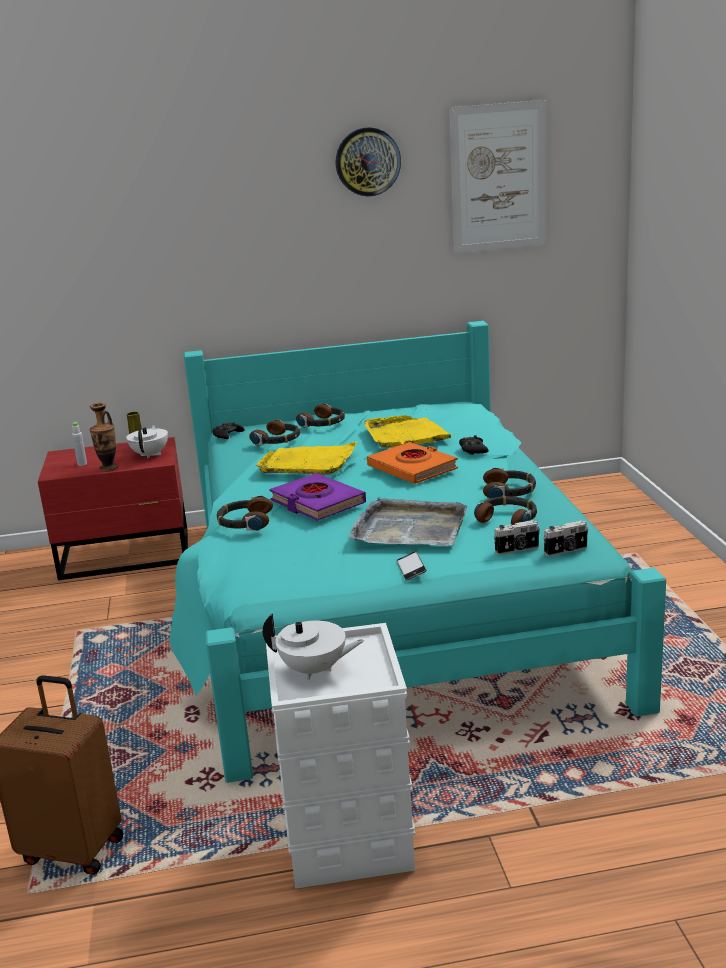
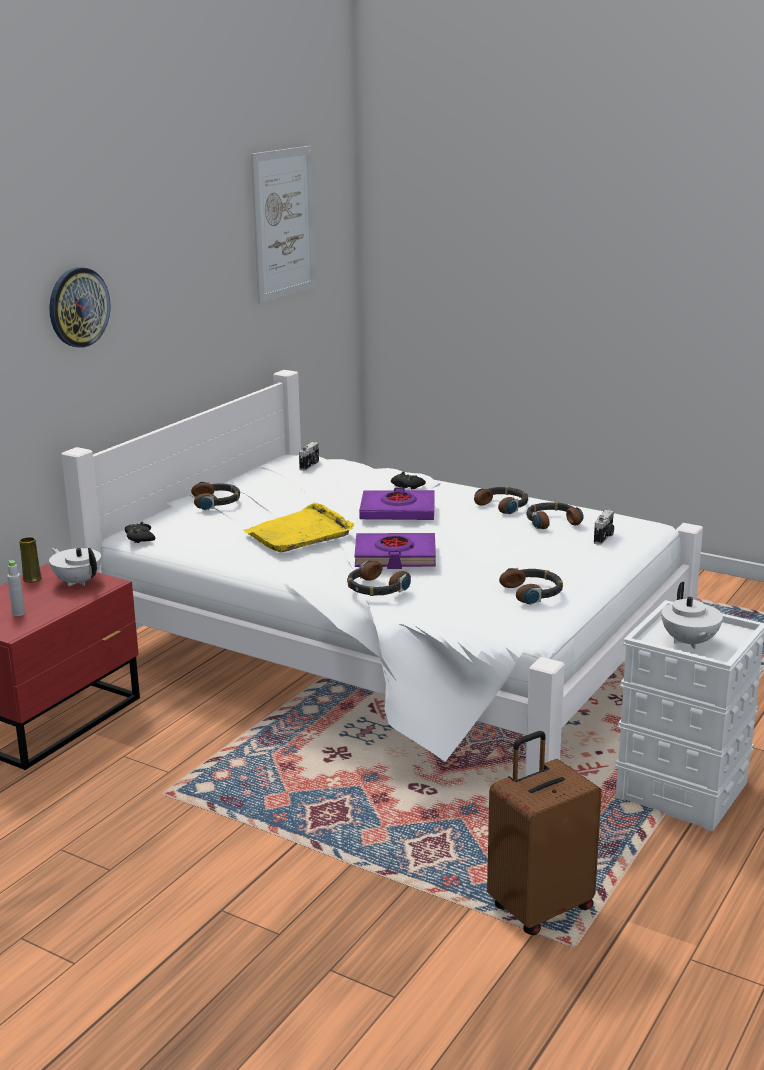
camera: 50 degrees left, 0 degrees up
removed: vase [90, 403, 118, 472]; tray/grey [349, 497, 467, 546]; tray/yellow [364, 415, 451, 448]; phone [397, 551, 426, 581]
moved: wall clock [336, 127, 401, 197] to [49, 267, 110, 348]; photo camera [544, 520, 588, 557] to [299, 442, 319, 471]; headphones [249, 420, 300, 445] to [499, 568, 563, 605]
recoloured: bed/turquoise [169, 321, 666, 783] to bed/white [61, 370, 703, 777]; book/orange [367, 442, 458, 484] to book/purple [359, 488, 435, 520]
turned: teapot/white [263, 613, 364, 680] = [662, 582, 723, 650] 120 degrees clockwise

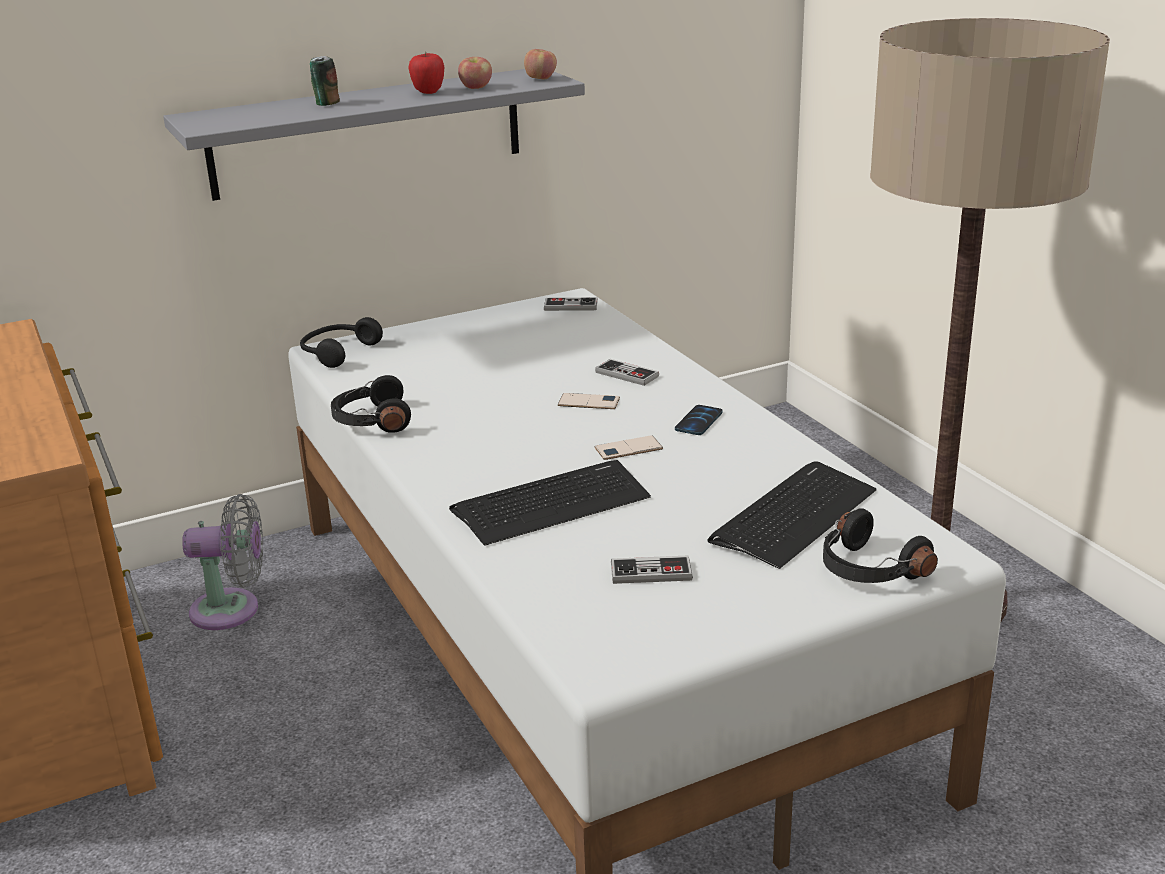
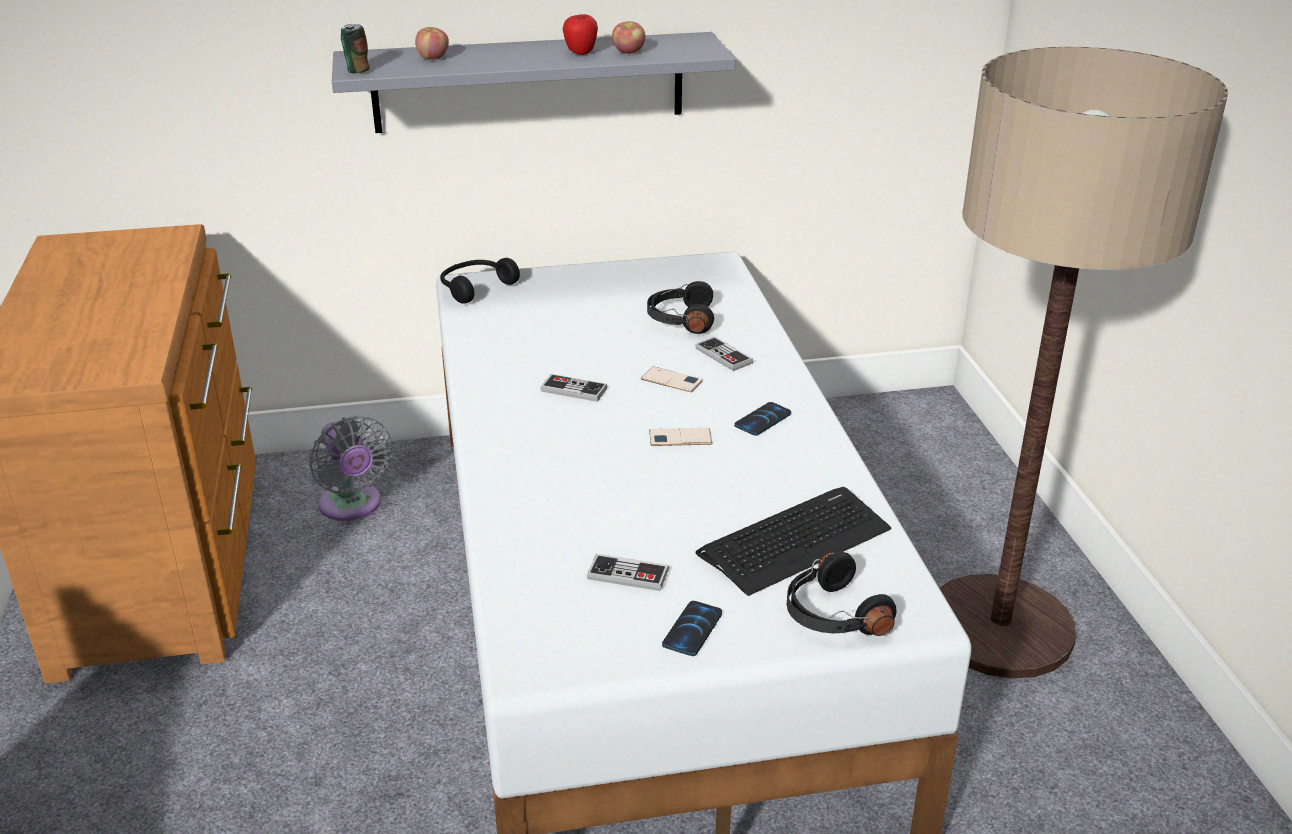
camera: 15 degrees right, 5 degrees up
removed: keyboard [449, 460, 651, 546]
added: phone [662, 601, 722, 656]
moved: can [310, 56, 340, 106] to [341, 24, 370, 74]; apple [524, 49, 557, 79] to [415, 27, 449, 59]; game controller [544, 297, 598, 311] to [540, 374, 607, 402]; headphones/black [331, 375, 411, 433] to [647, 281, 714, 334]
turned: fan/grey [182, 494, 263, 630] = [309, 415, 393, 521] 45 degrees clockwise

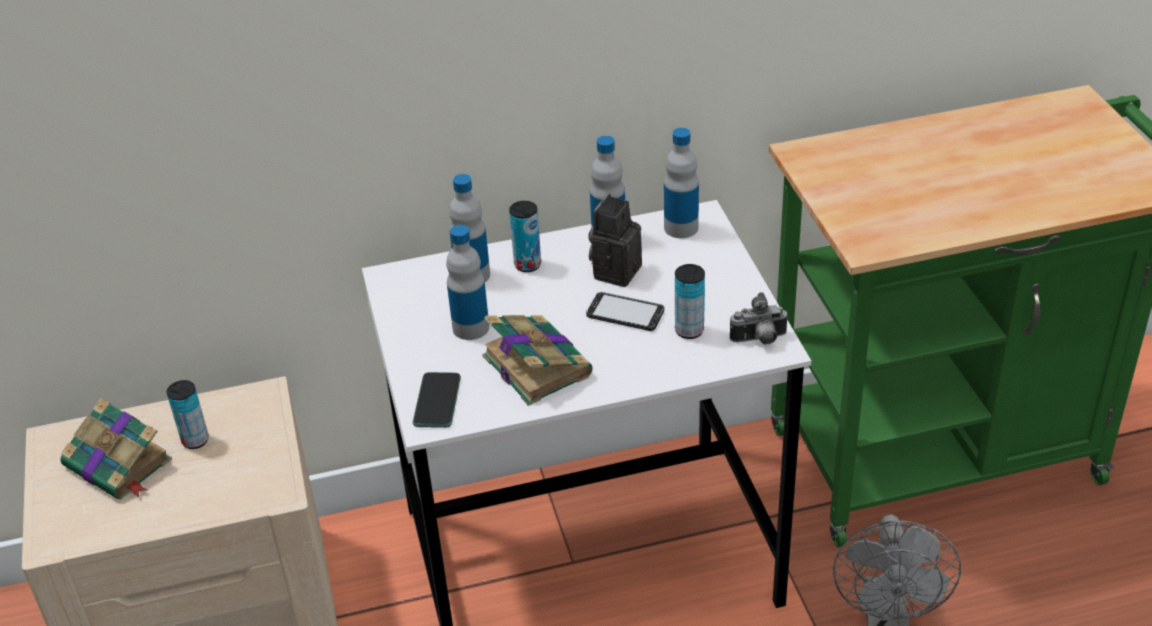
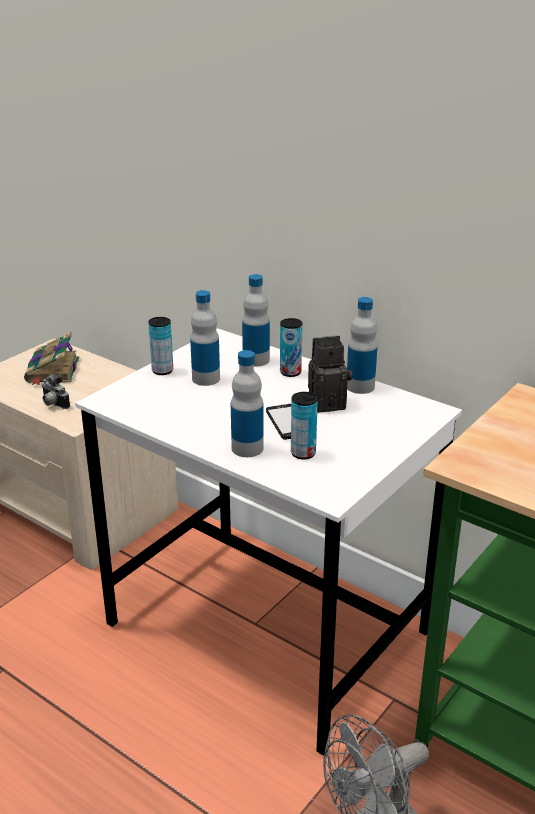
camera: 50 degrees right, 10 degrees down
removed: phone [413, 372, 461, 428]; book [482, 315, 593, 406]
moved: photo camera [730, 292, 789, 344] to [42, 374, 70, 409]; can [166, 380, 209, 449] to [148, 317, 173, 375]; bottle [664, 128, 699, 238] to [231, 350, 264, 457]

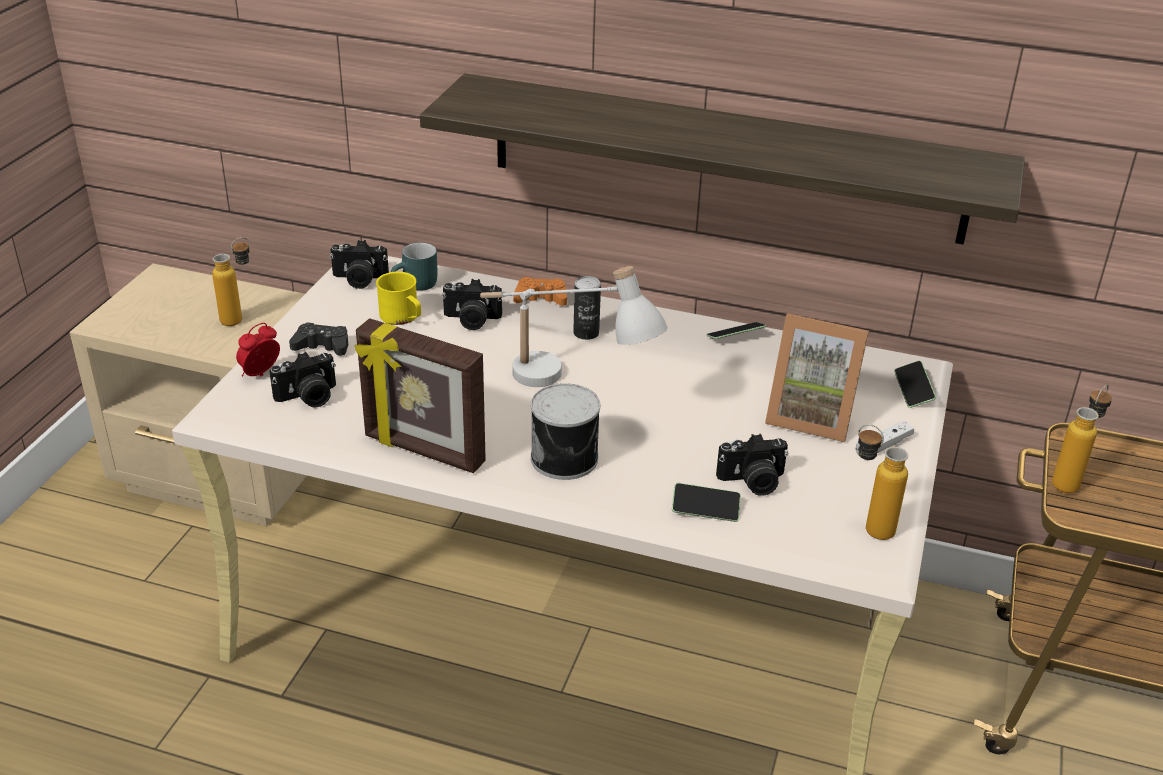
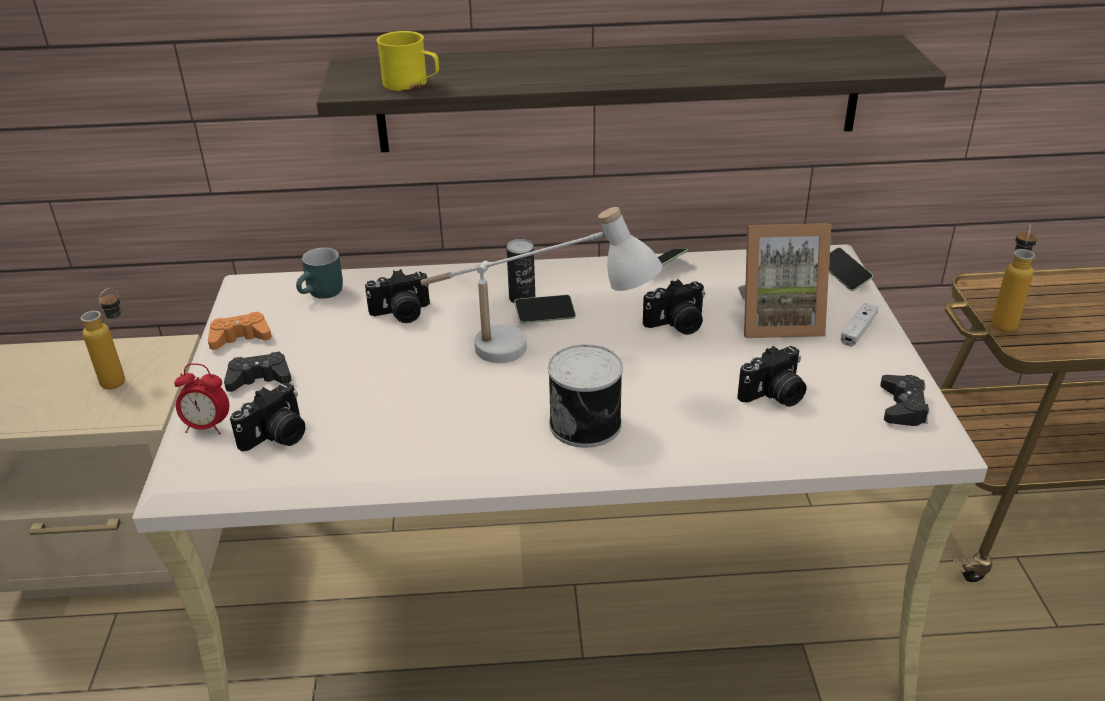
camera: 20 degrees left, 0 degrees up
removed: picture frame [355, 318, 486, 473]
moved: game controller/orange [513, 277, 567, 306] to [208, 311, 272, 350]; mug/yellow [376, 272, 421, 325] to [377, 31, 439, 91]; phone [672, 483, 741, 522] to [514, 295, 576, 323]; photo camera [330, 240, 389, 289] to [643, 279, 705, 335]
replaced: bottle [858, 424, 908, 540] to game controller/black [880, 375, 929, 426]
turned: alarm clock [236, 323, 280, 376] = [174, 363, 229, 435] 105 degrees counterclockwise

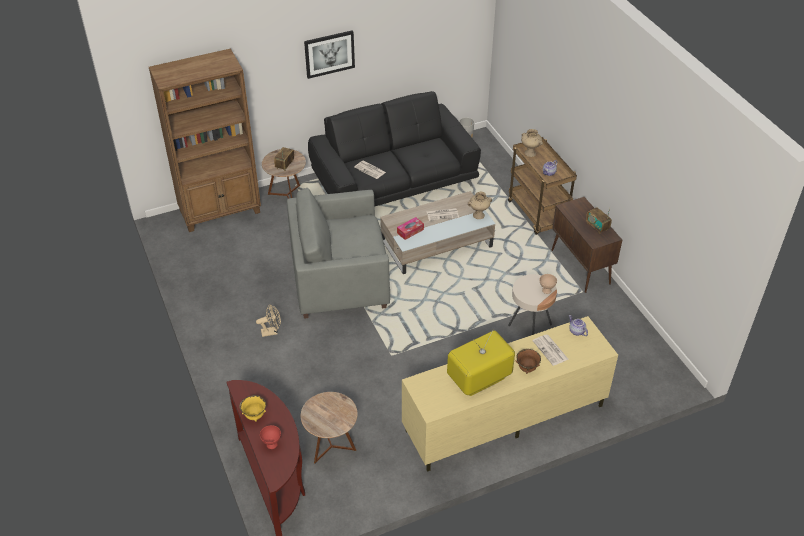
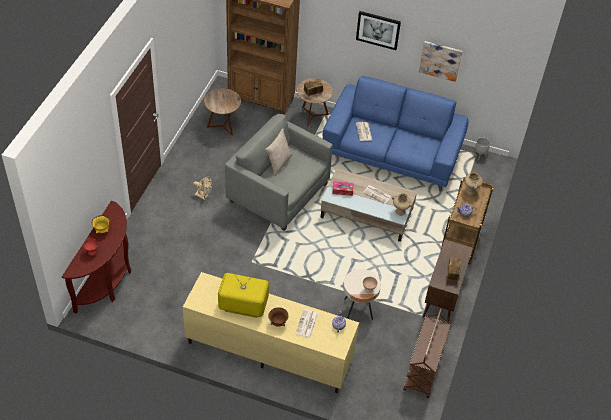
camera: 40 degrees right, 5 degrees up
added: pillow/beige [265, 128, 292, 176]; cart/brown [403, 308, 451, 398]; picture [419, 41, 463, 82]
moved: side table/brown [301, 392, 358, 464] to [204, 88, 241, 136]
recoloured: sofa/black [308, 91, 481, 206] to sofa/blue [323, 76, 469, 192]

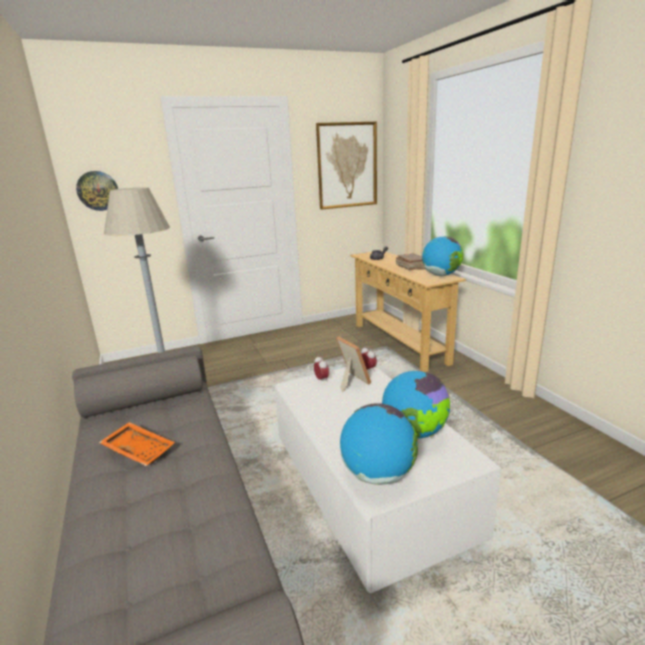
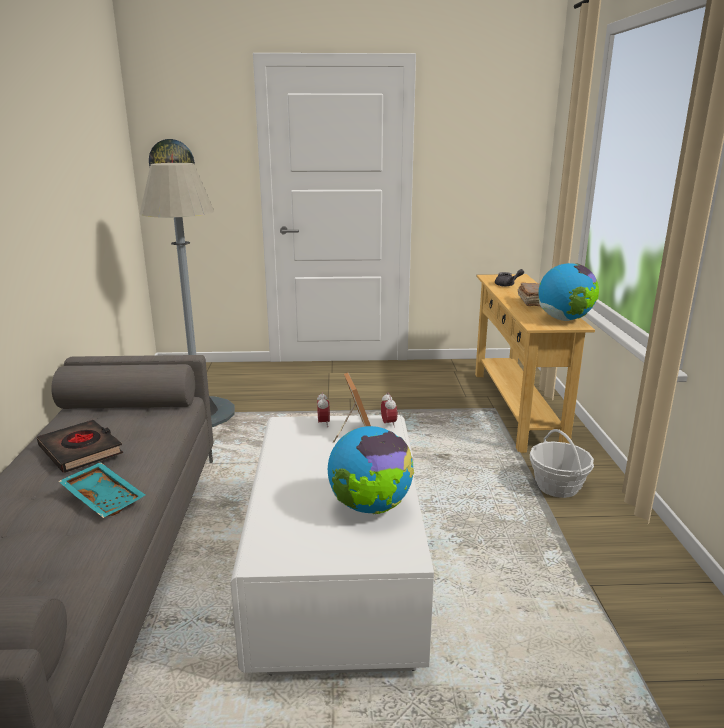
camera: 20 degrees right, 0 degrees up
removed: picture [316, 122, 377, 210]; globe [340, 403, 418, 485]
added: tray/turquoise [58, 462, 145, 518]; basket [530, 429, 594, 498]
replaced: tray/orange [99, 422, 175, 466] to book/black [37, 420, 123, 473]

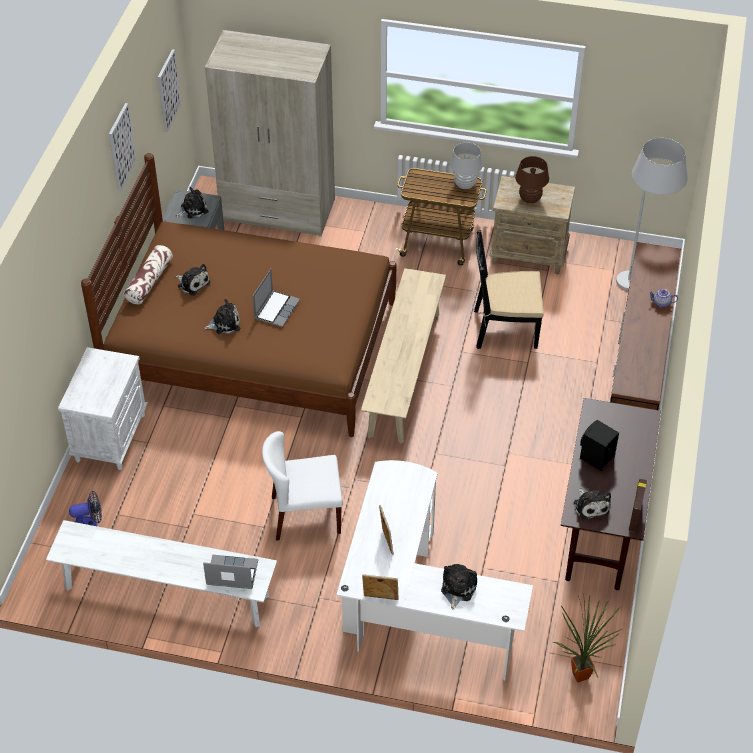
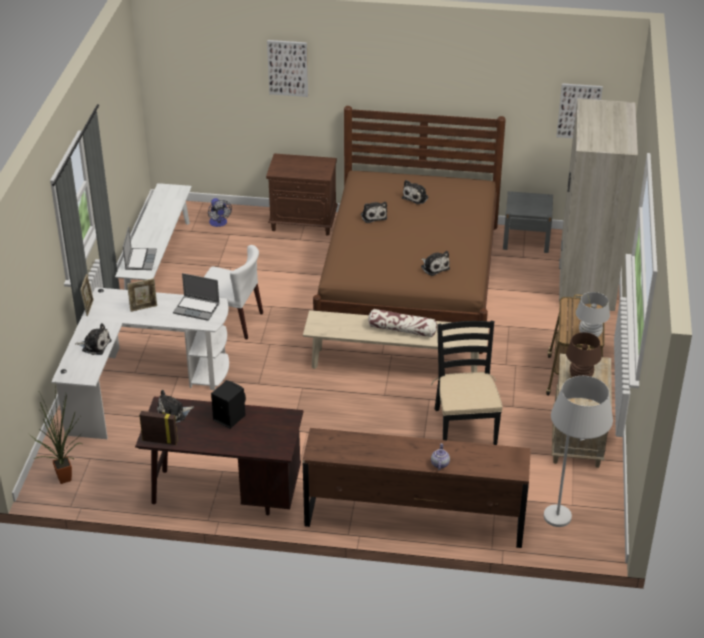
camera: 85 degrees right, 10 degrees down
moved: laptop [252, 269, 300, 327] to [173, 273, 220, 321]; picture [109, 103, 137, 191] to [267, 40, 308, 97]; pillow [124, 245, 173, 304] to [368, 309, 437, 337]; plush toy [175, 187, 209, 218] to [421, 251, 450, 276]
recoloured: nightstand/white [58, 347, 148, 470] to nightstand/brown [266, 154, 338, 236]
turned: chair/white [262, 431, 343, 541] = [204, 245, 263, 339] 120 degrees clockwise

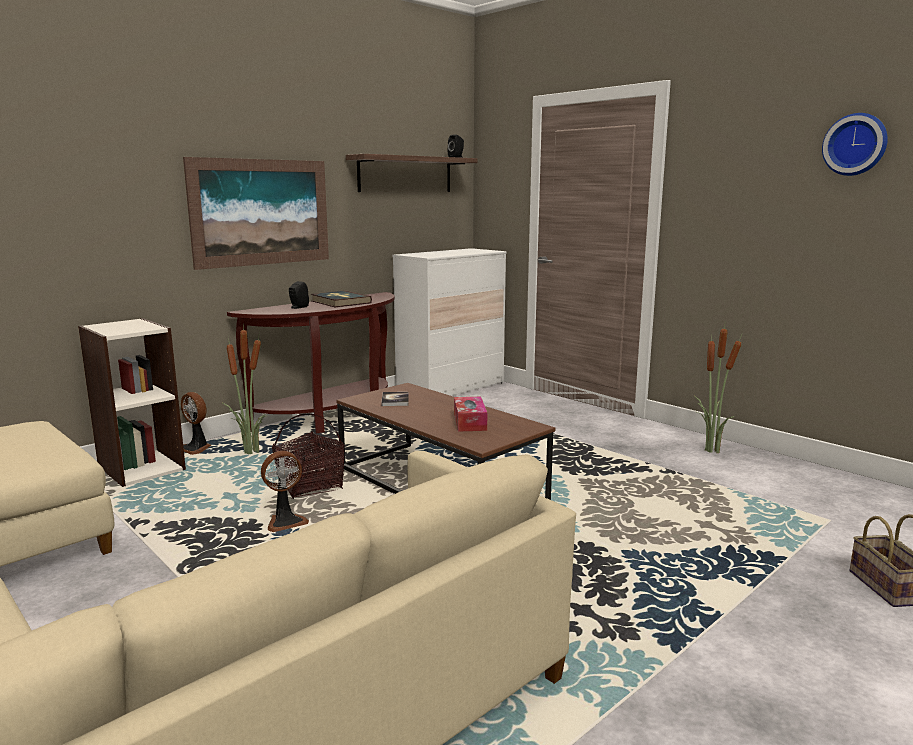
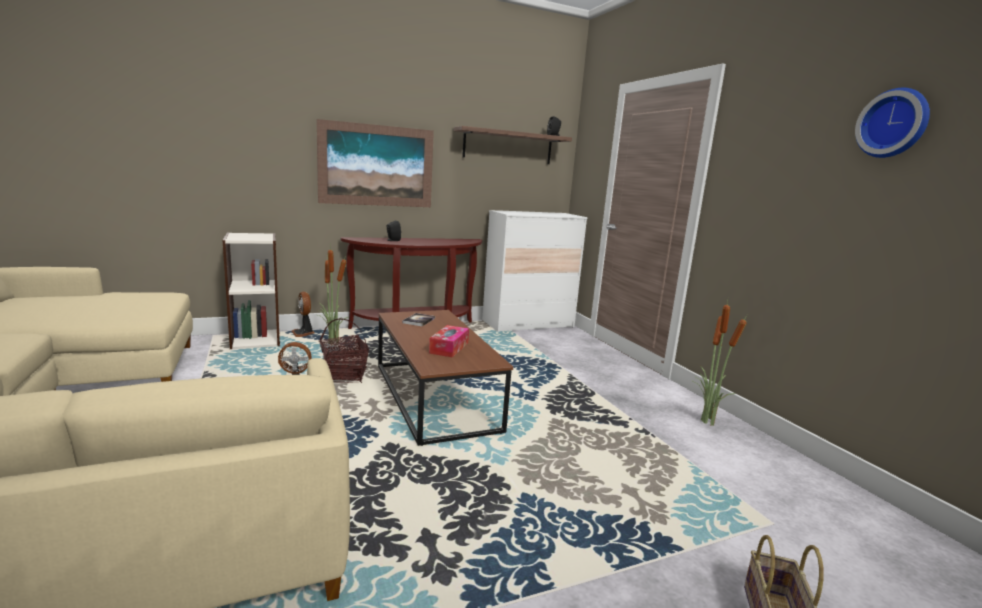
camera: 20 degrees right, 0 degrees up
removed: book [311, 291, 372, 307]

